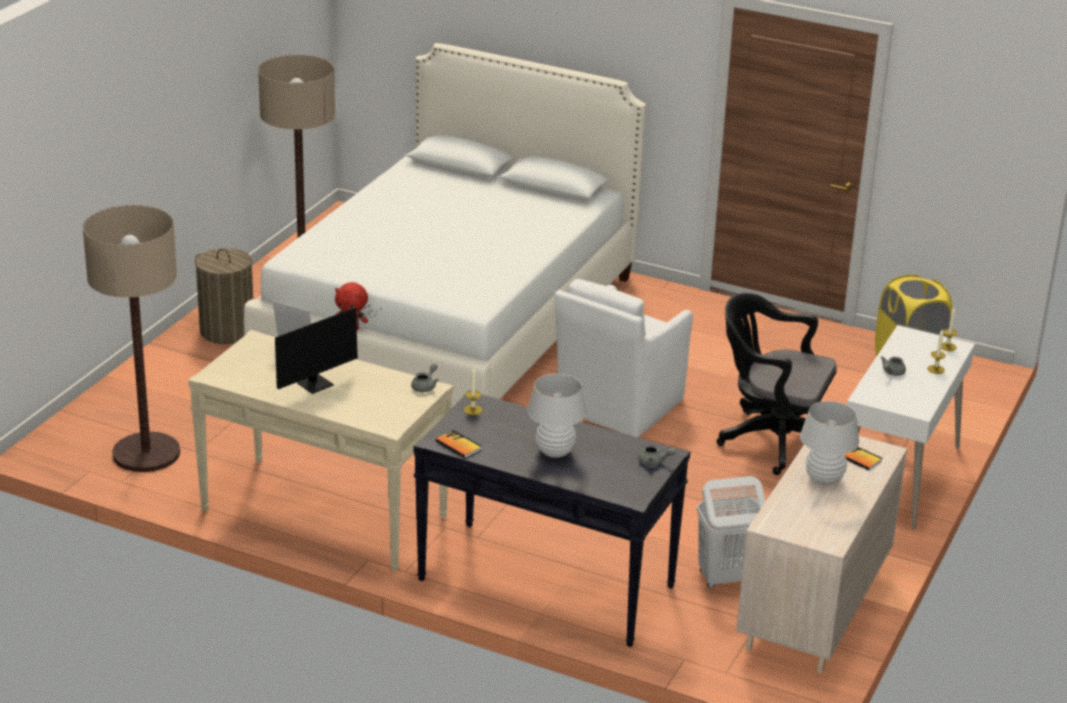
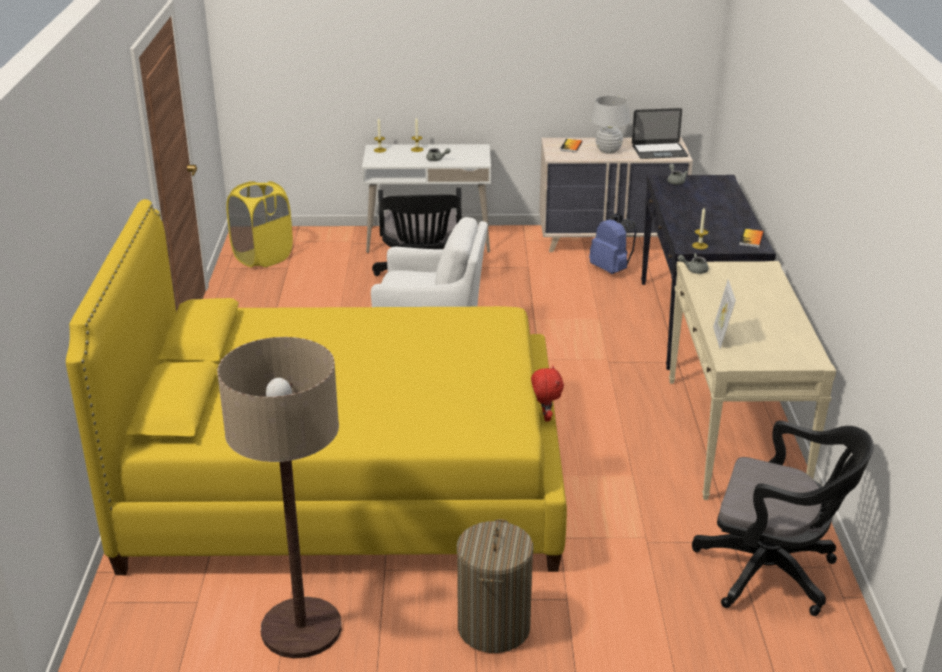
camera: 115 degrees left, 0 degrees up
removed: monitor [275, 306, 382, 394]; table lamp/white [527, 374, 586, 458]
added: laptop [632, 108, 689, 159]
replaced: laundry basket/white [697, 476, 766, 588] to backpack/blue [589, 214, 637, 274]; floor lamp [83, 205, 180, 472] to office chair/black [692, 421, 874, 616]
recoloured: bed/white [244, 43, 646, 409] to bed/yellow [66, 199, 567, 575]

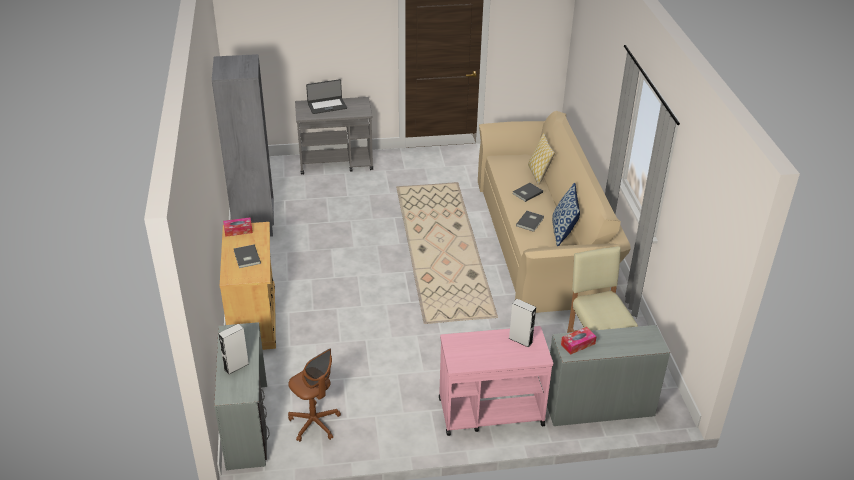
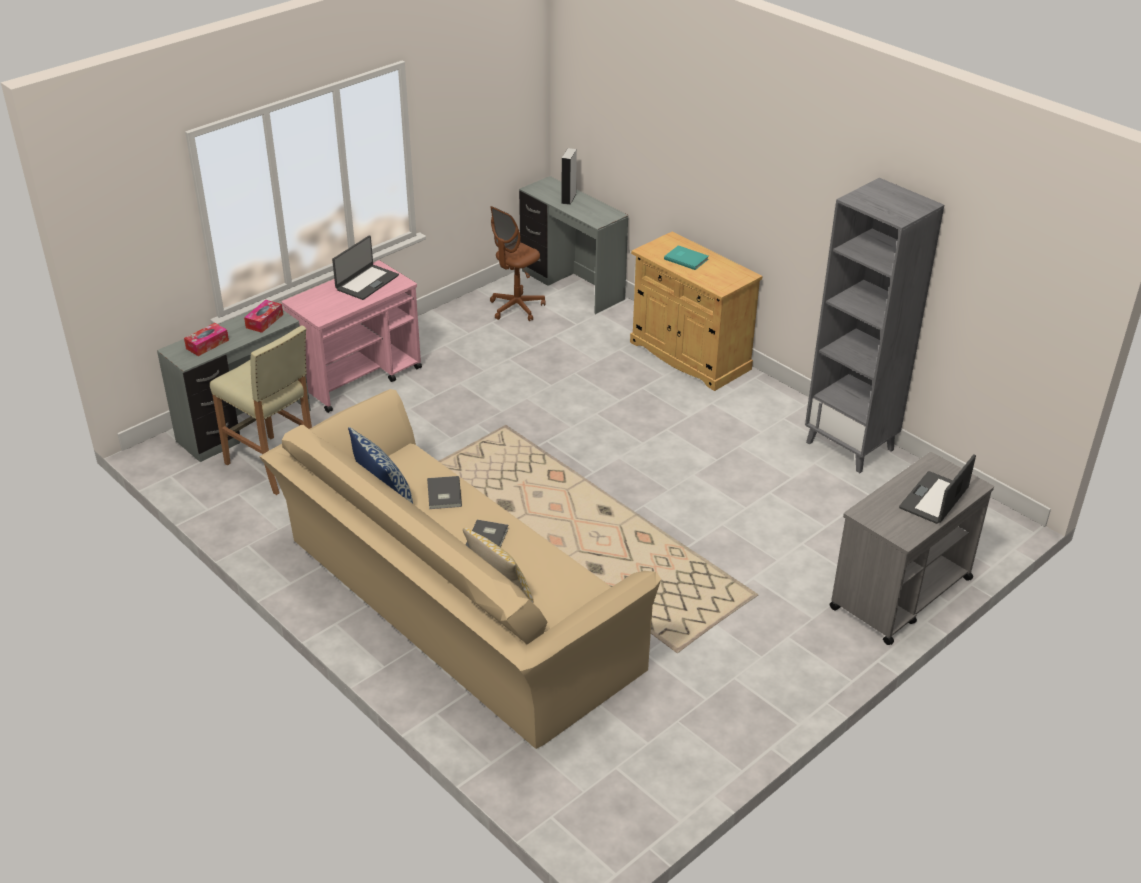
camera: 145 degrees right, 0 degrees up
removed: speaker/grey [509, 299, 536, 348]
added: laptop [332, 235, 399, 300]
moved: tissue box [223, 217, 253, 237] to [184, 323, 229, 356]
recoloured: book/grey [234, 245, 261, 268] to book/turquoise [664, 245, 709, 270]
turned: office chair/brown [288, 348, 341, 442] = [490, 206, 545, 321] 60 degrees counterclockwise

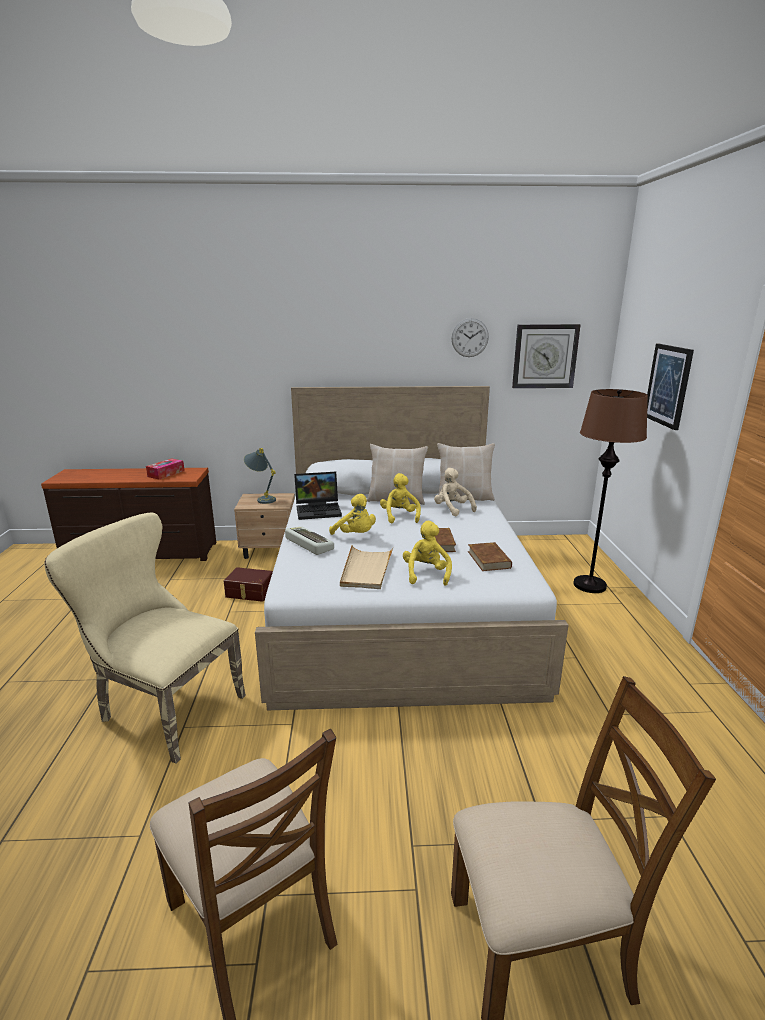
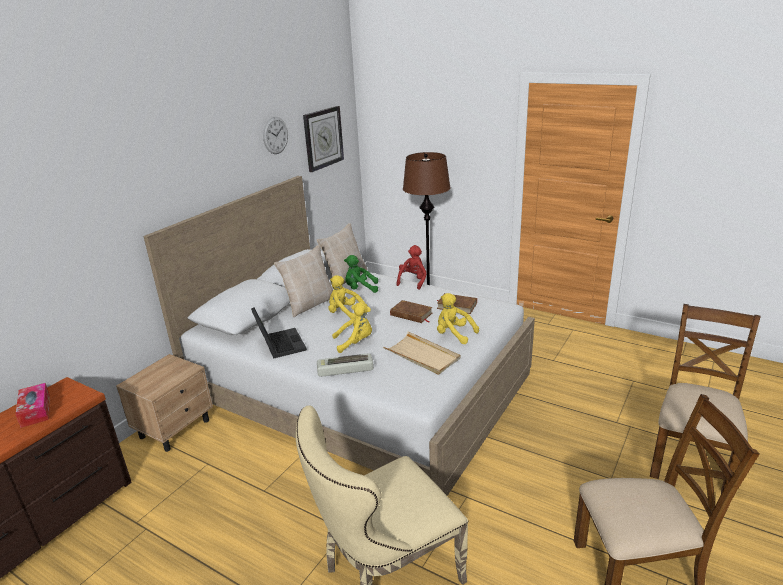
camera: 55 degrees left, 5 degrees up
removed: storage box/brown [224, 567, 273, 602]; table lamp/grey [244, 448, 276, 504]; picture [647, 344, 694, 430]
added: plush toy/red [396, 245, 427, 290]
recoloured: plush toy/beige [434, 468, 477, 516] to plush toy/green [344, 255, 378, 293]
turned: laptop [294, 472, 342, 520] = [251, 307, 307, 359] 45 degrees counterclockwise

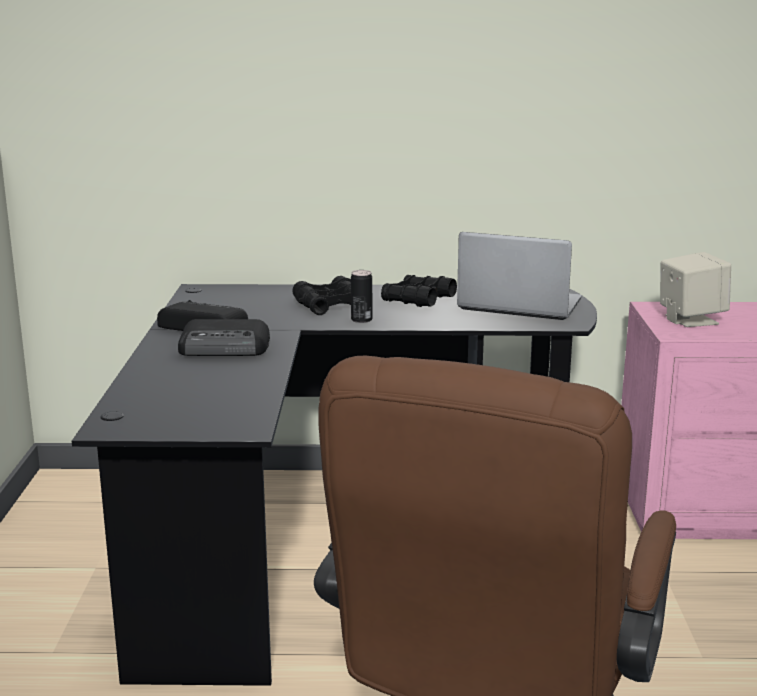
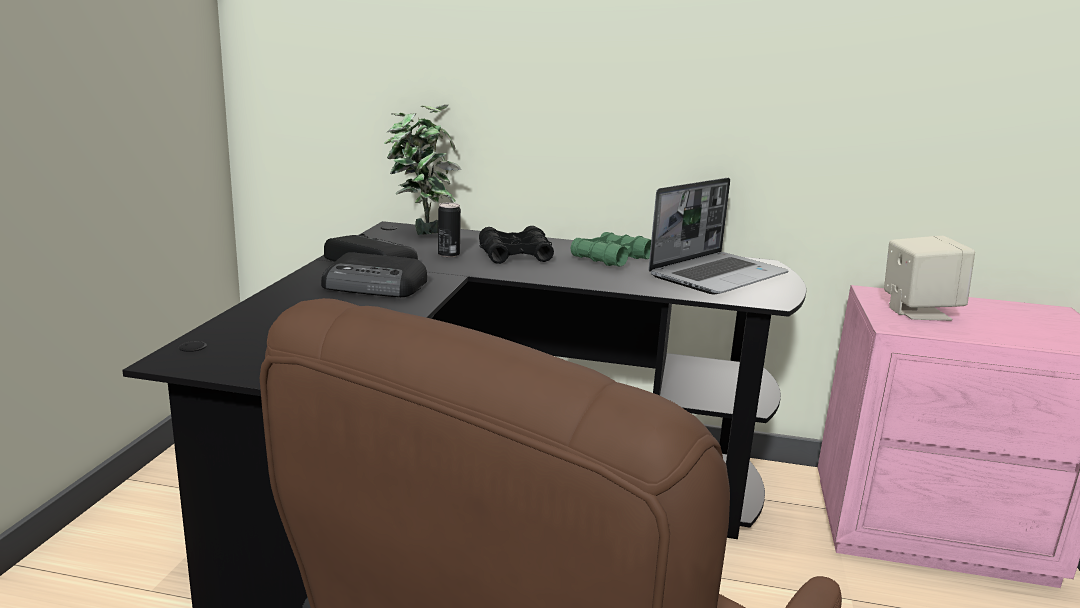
camera: 10 degrees right, 0 degrees up
added: potted plant [384, 105, 461, 235]
moved: can [351, 270, 372, 323] to [438, 203, 461, 257]
recoloured: binoculars/black [381, 275, 457, 307] to binoculars/green [571, 232, 651, 266]
turned: laptop [457, 232, 582, 320] = [648, 178, 789, 295] 105 degrees clockwise

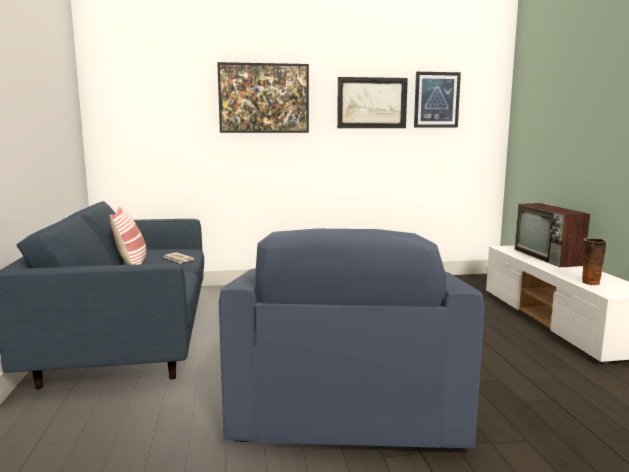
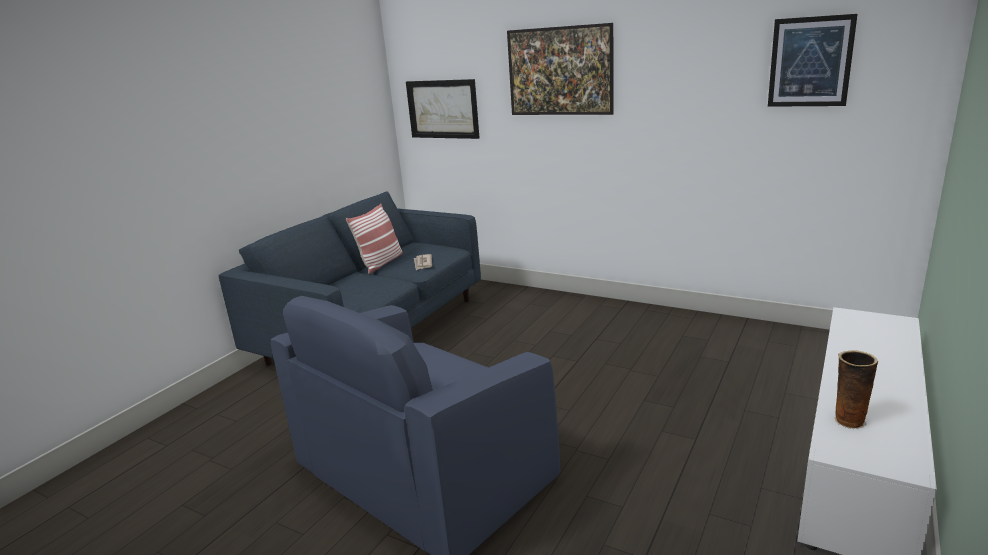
camera: 40 degrees right, 10 degrees up
removed: television [515, 203, 590, 267]
moved: picture [337, 77, 408, 128] to [406, 79, 480, 139]

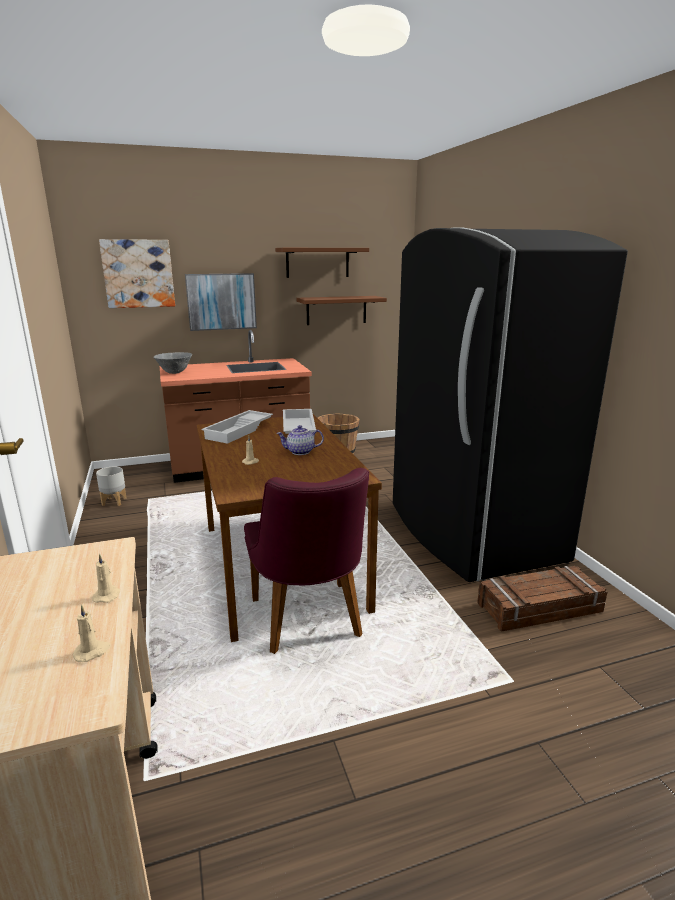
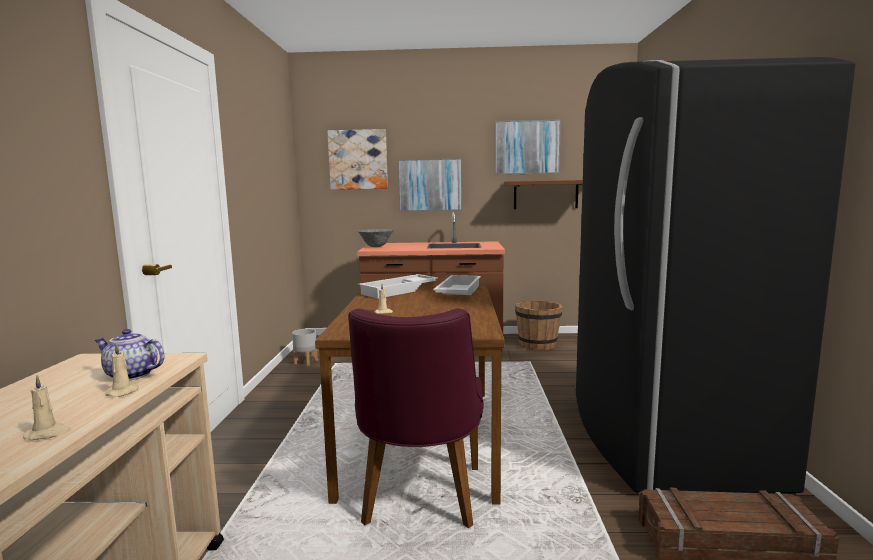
camera: 20 degrees right, 10 degrees down
moved: teapot [276, 425, 324, 455] to [95, 329, 164, 380]
replaced: shelf/brown [275, 248, 369, 278] to picture [495, 119, 561, 175]

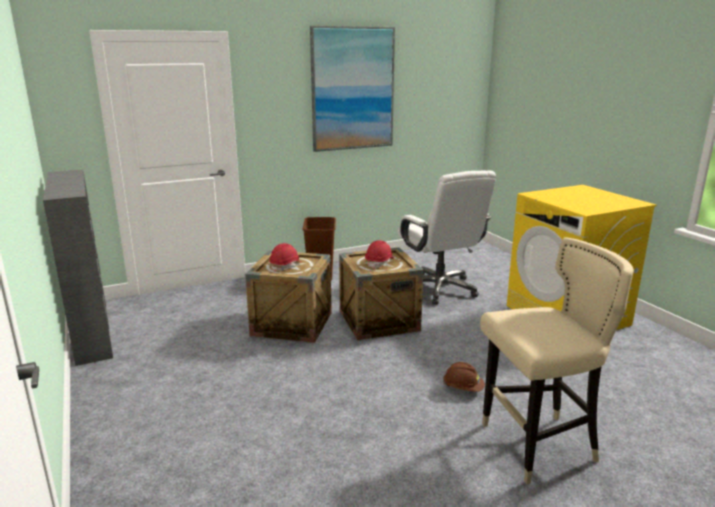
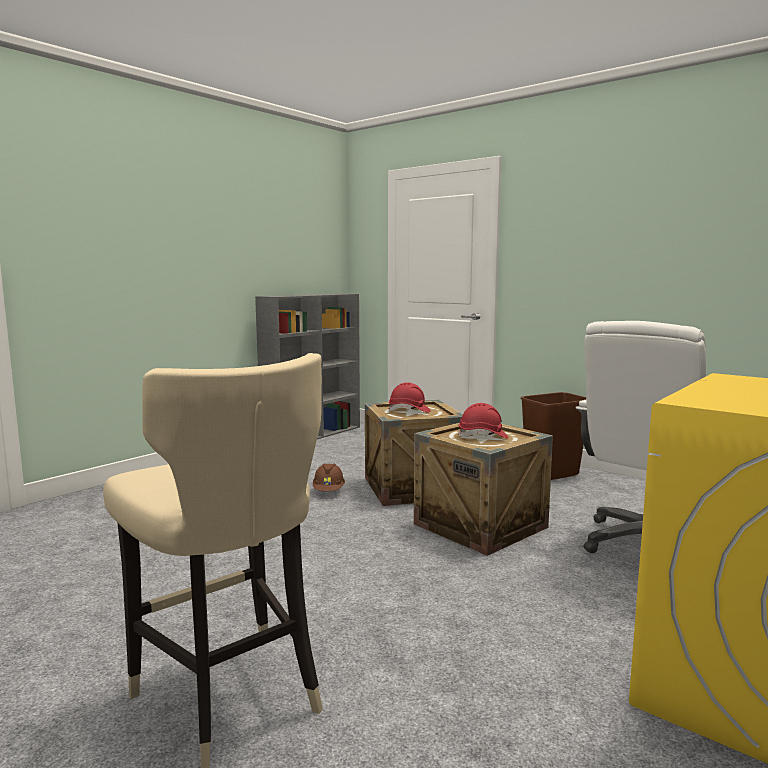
camera: 65 degrees right, 10 degrees down
removed: picture [310, 26, 395, 152]
moved: hard hat/brown [443, 362, 485, 392] to [313, 463, 345, 491]

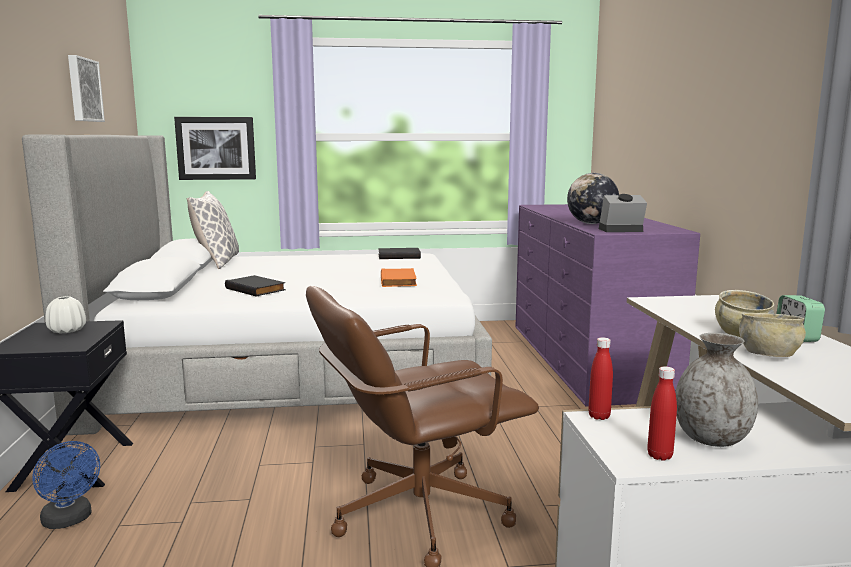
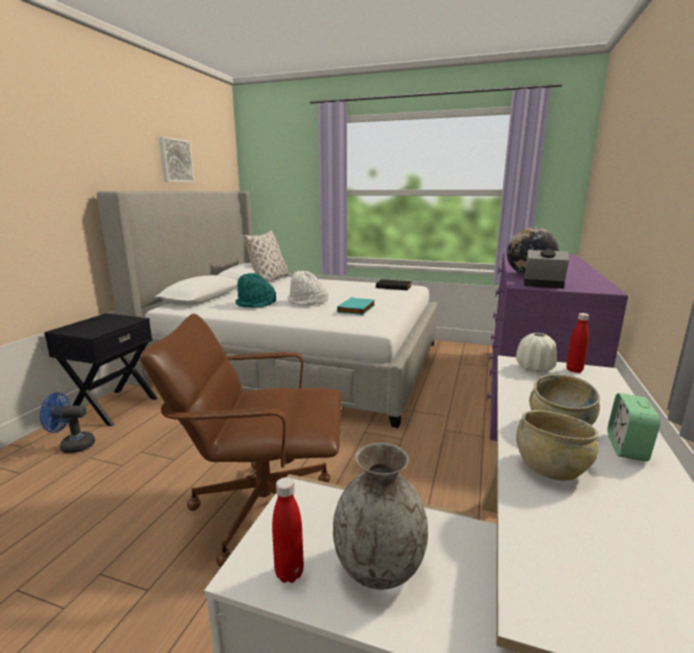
camera: 25 degrees right, 5 degrees up
removed: picture [174, 117, 256, 180]
added: hat/white [287, 271, 328, 305]
moved: vase/white [45, 296, 86, 333] to [516, 333, 557, 373]; bottle/red [588, 337, 613, 420] to [566, 313, 589, 373]
replaced: book/black [225, 275, 286, 297] to hat/turquoise [235, 273, 276, 307]
recoloured: book/orange [381, 268, 417, 287] to book/turquoise [337, 297, 375, 315]
turned: fan/blue [32, 441, 100, 529] = [40, 392, 95, 453] 105 degrees clockwise

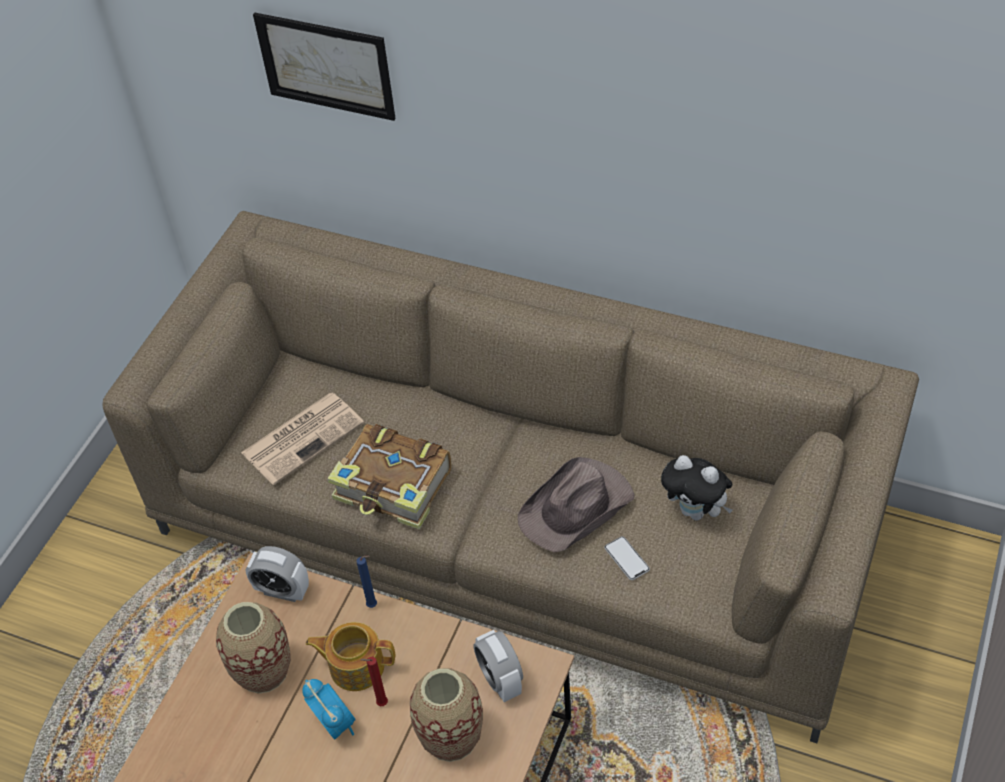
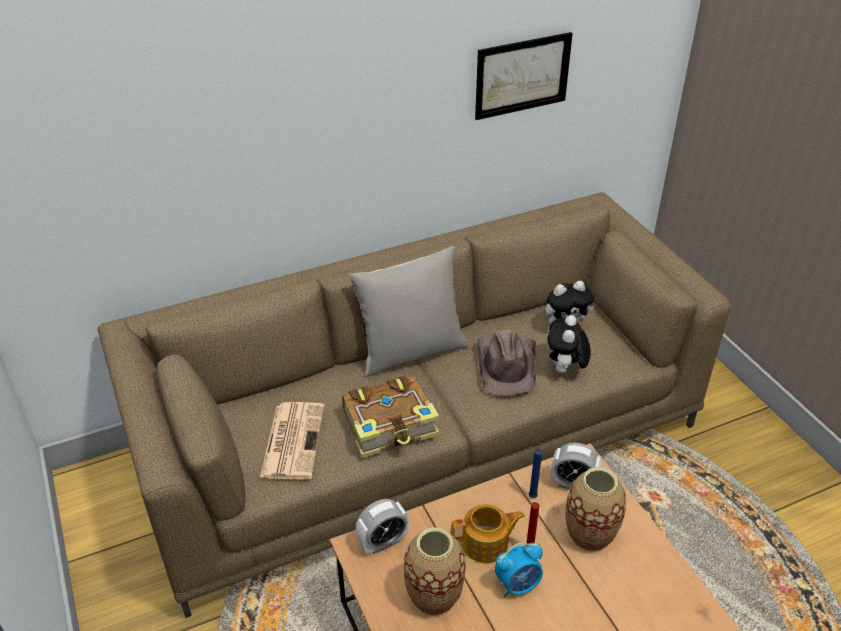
camera: 50 degrees left, 10 degrees down
added: pillow/grey [349, 246, 468, 377]
moved: picture [253, 13, 396, 121] to [475, 32, 573, 120]; candle/blue [356, 556, 377, 608] to [528, 443, 545, 498]
replaced: phone [604, 536, 650, 580] to plush toy [547, 315, 591, 373]
turned: teapot [306, 622, 395, 691] = [451, 504, 525, 563] 150 degrees counterclockwise; alarm clock [302, 679, 356, 740] = [495, 542, 543, 598] 150 degrees clockwise

